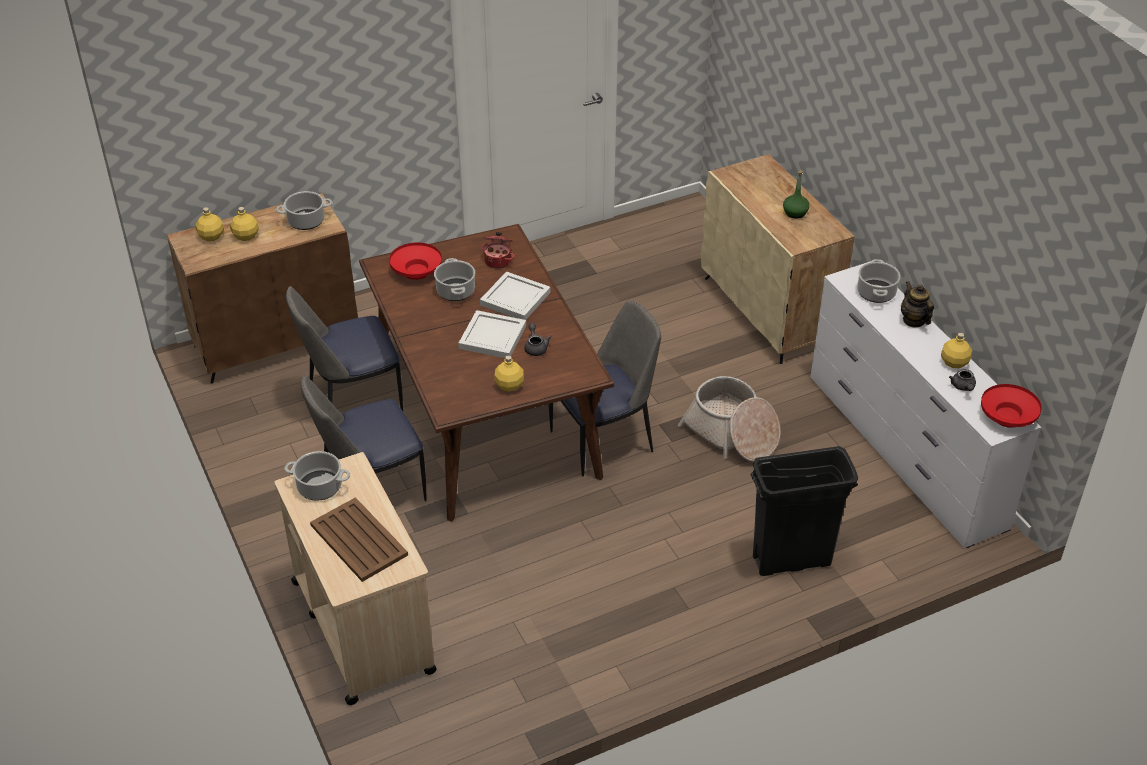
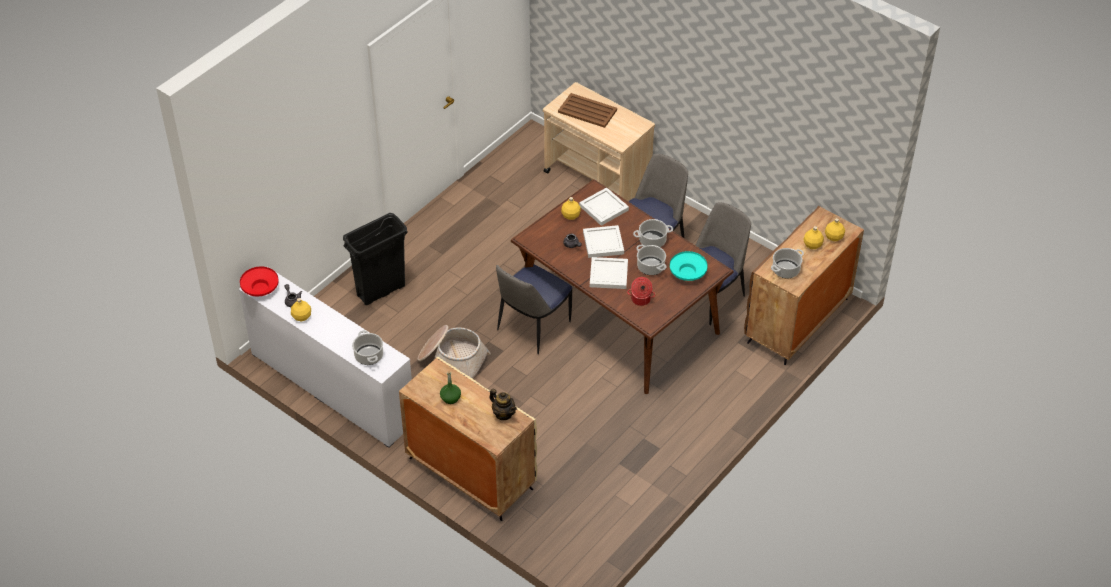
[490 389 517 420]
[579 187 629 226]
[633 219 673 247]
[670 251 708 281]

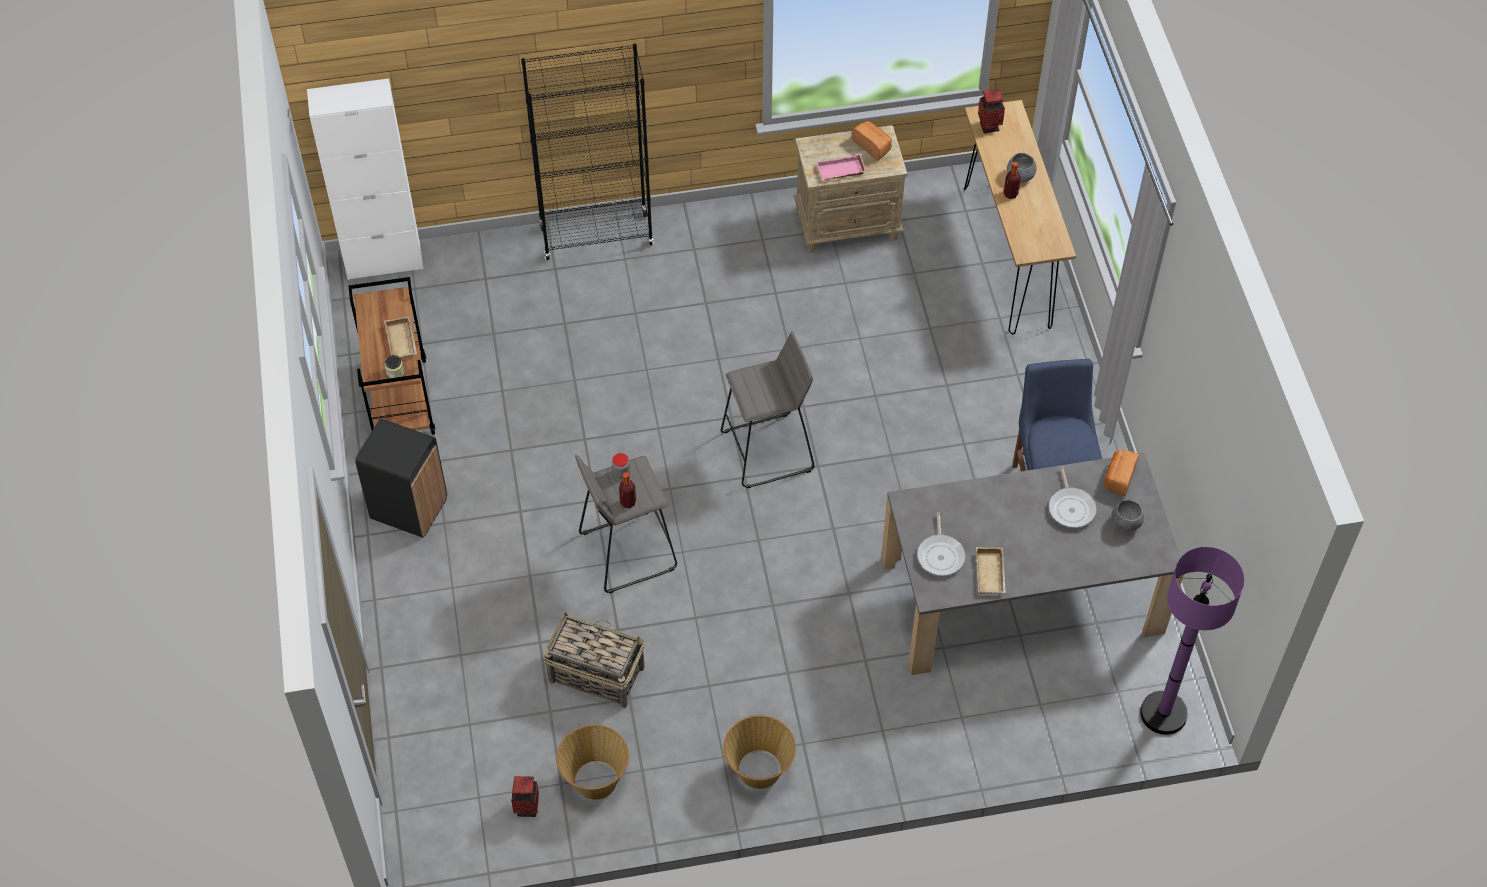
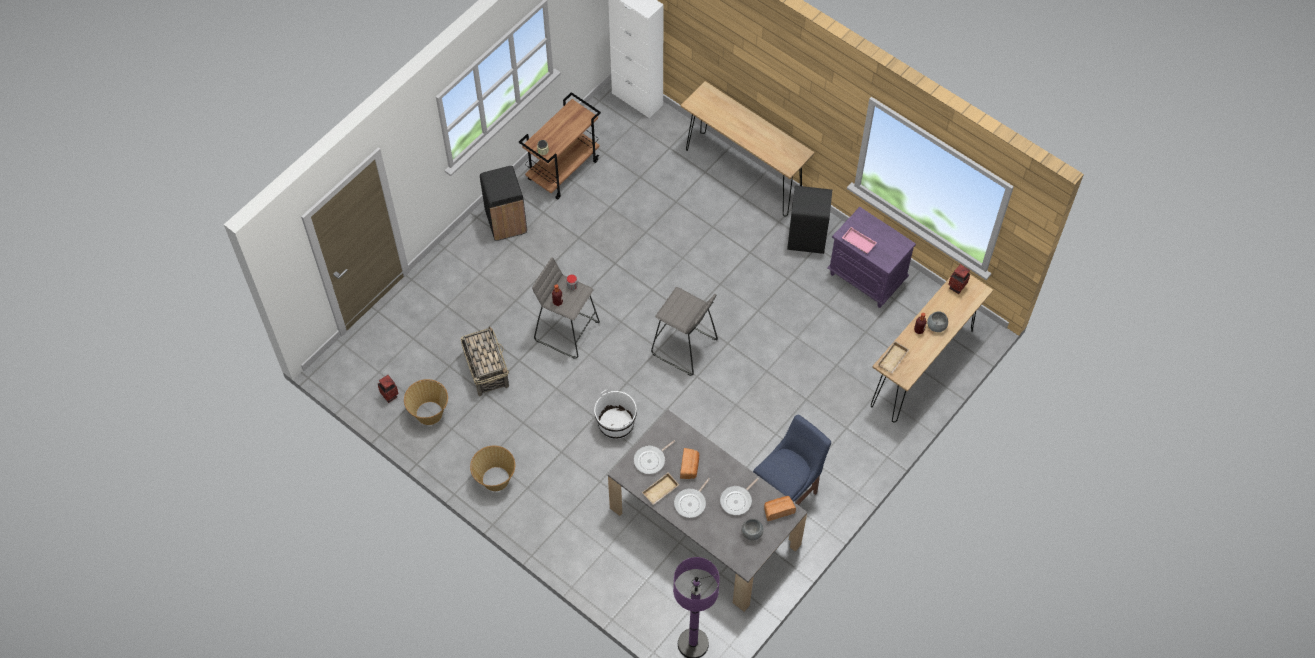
[594 390 637 439]
[674 478 710 518]
[680 448 699 479]
[681 81 815 217]
[787 186 832 254]
[827 207 916 308]
[878 341 909 373]

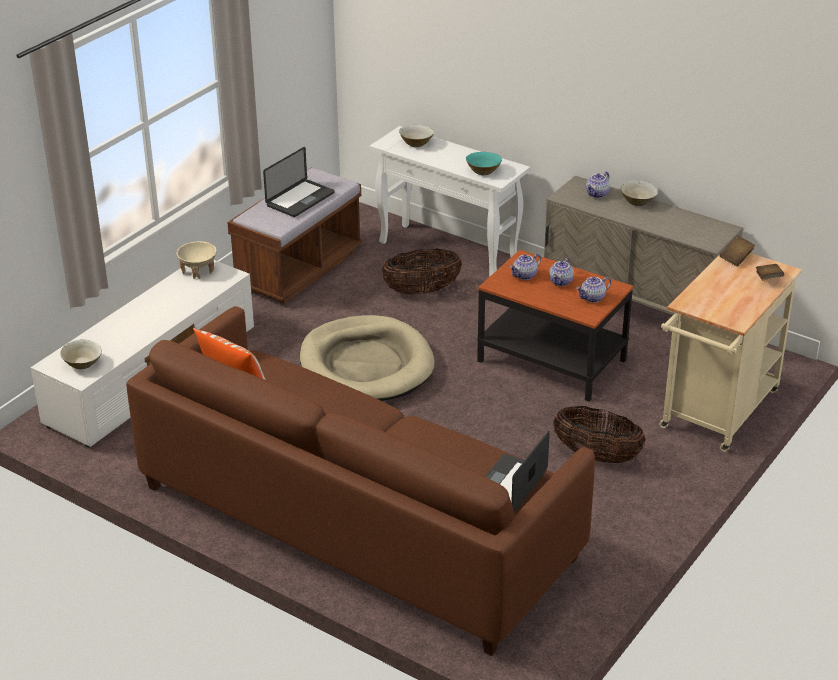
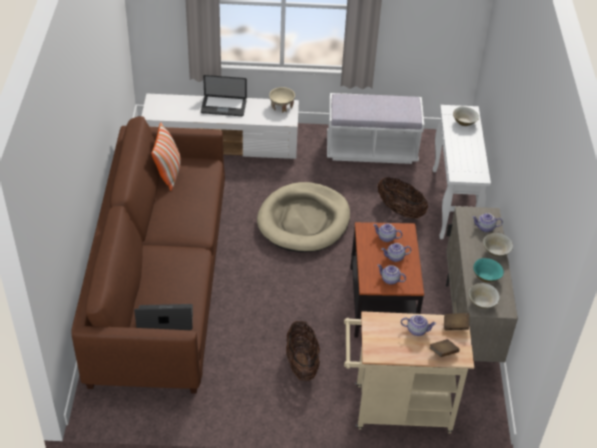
[201 75 247 116]
[327 93 424 164]
[401 315 436 336]
[468 283 500 309]
[473 258 504 283]

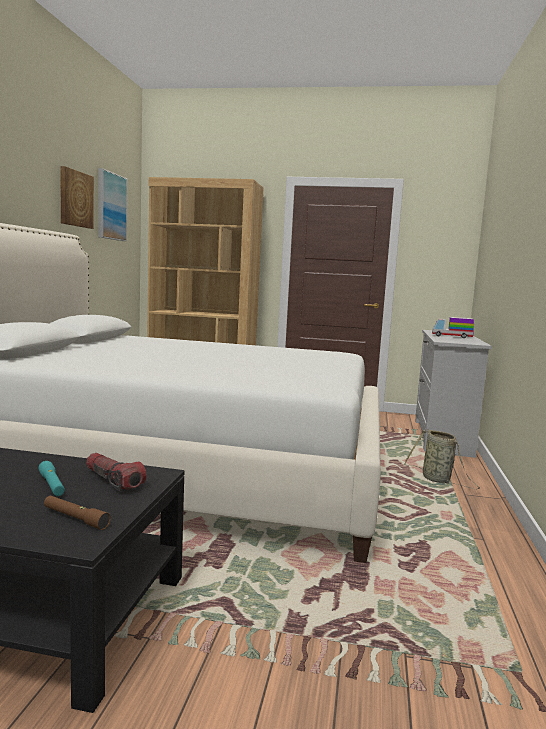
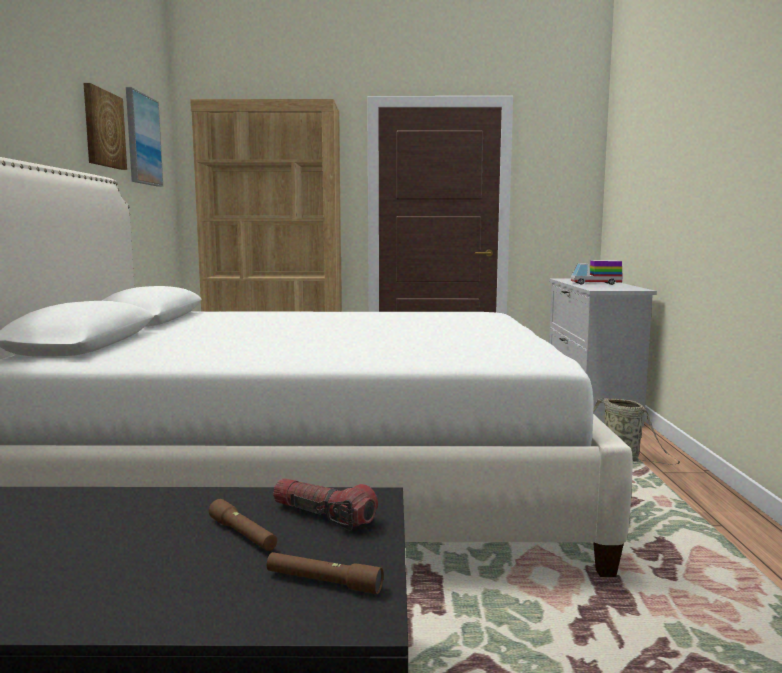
[209 499 277 551]

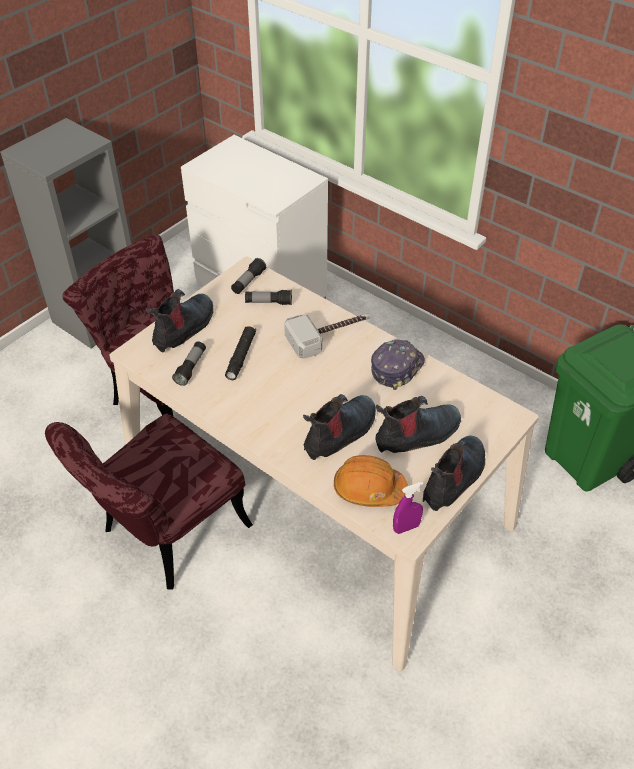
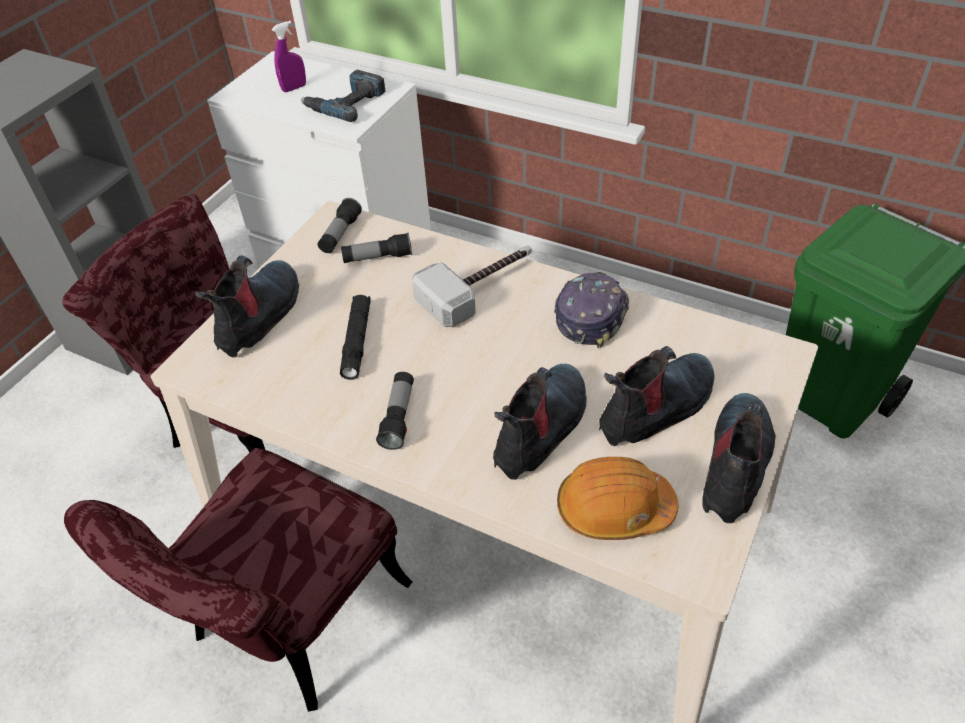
[272 21 306 92]
[300 70 386 122]
[376 372 414 450]

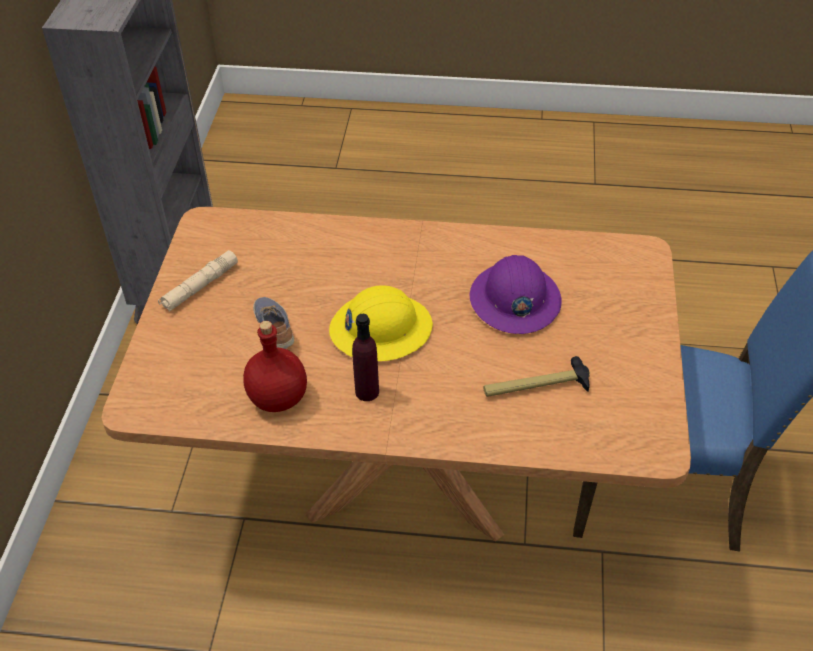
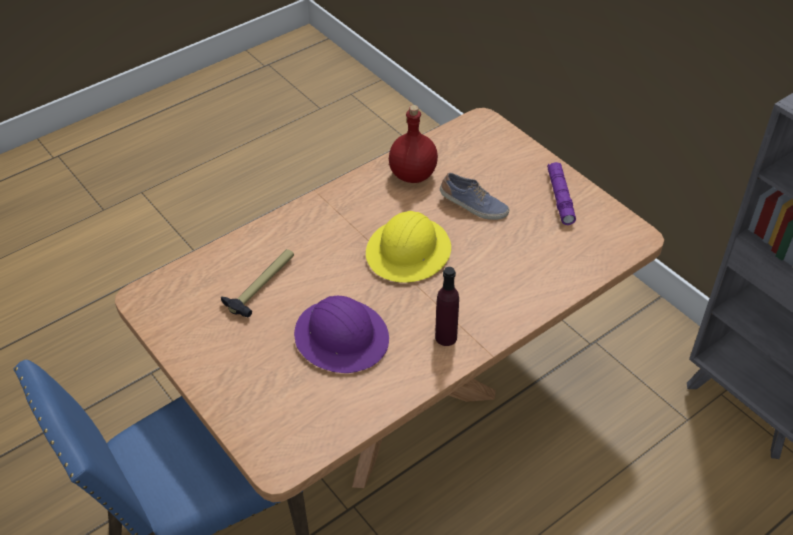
[435 267 459 346]
[547 162 576 225]

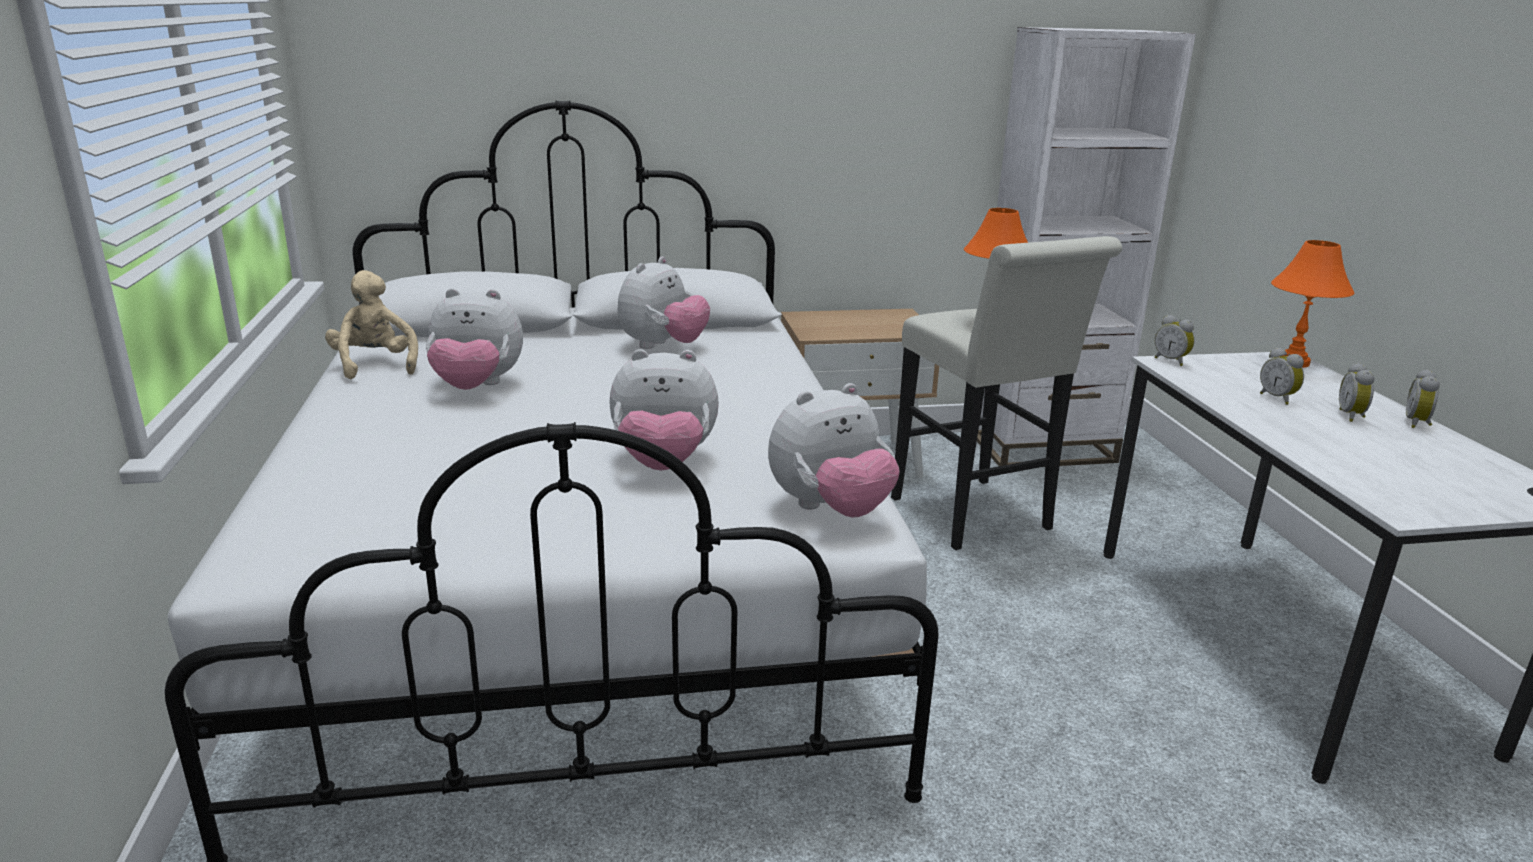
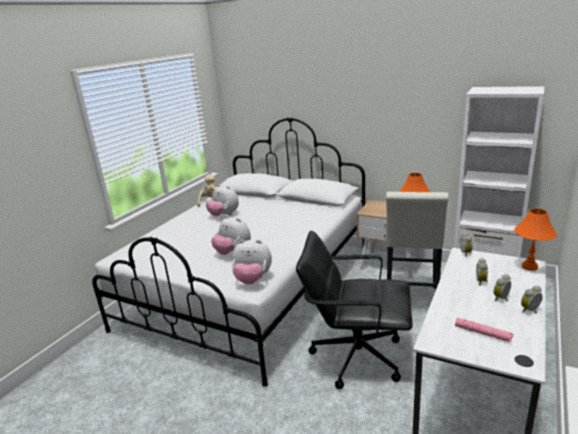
[296 231 413 389]
[455 318 513 342]
[617 256 710 349] (first image)

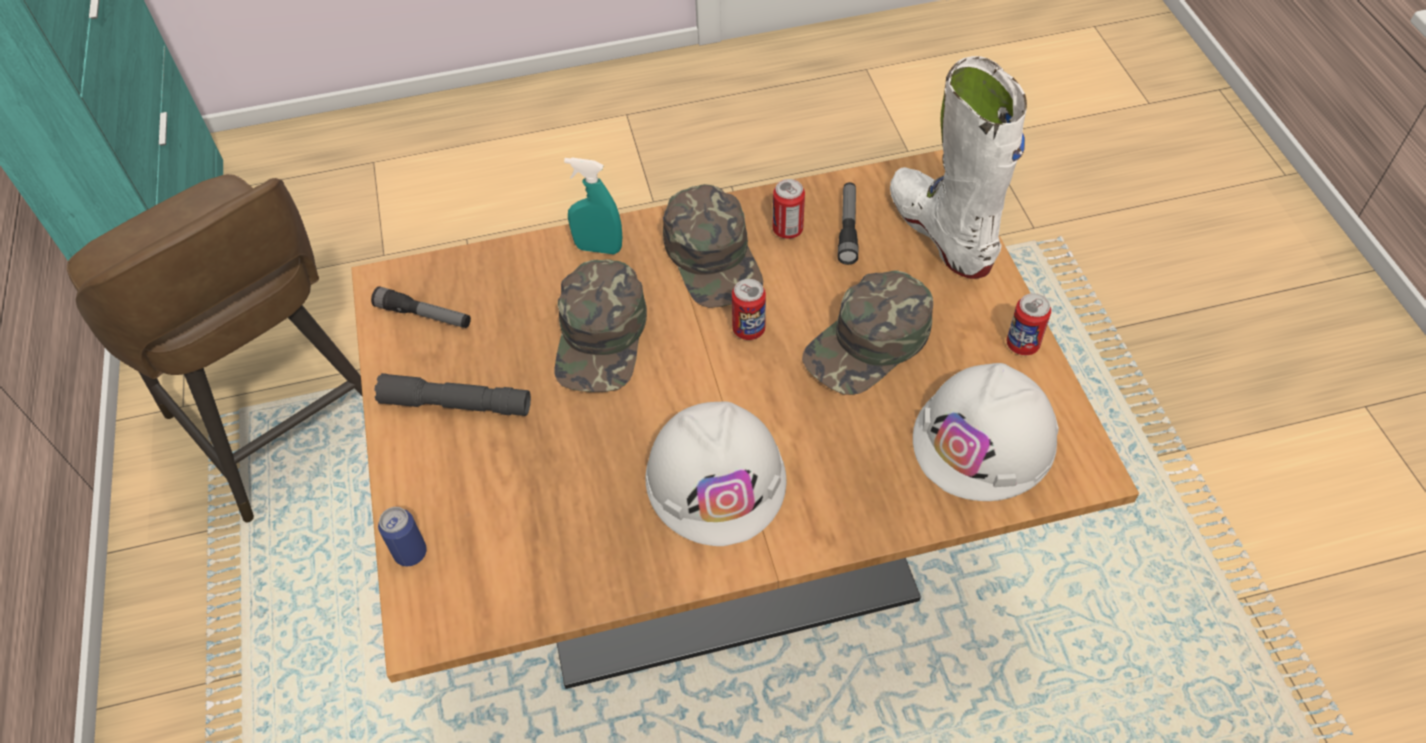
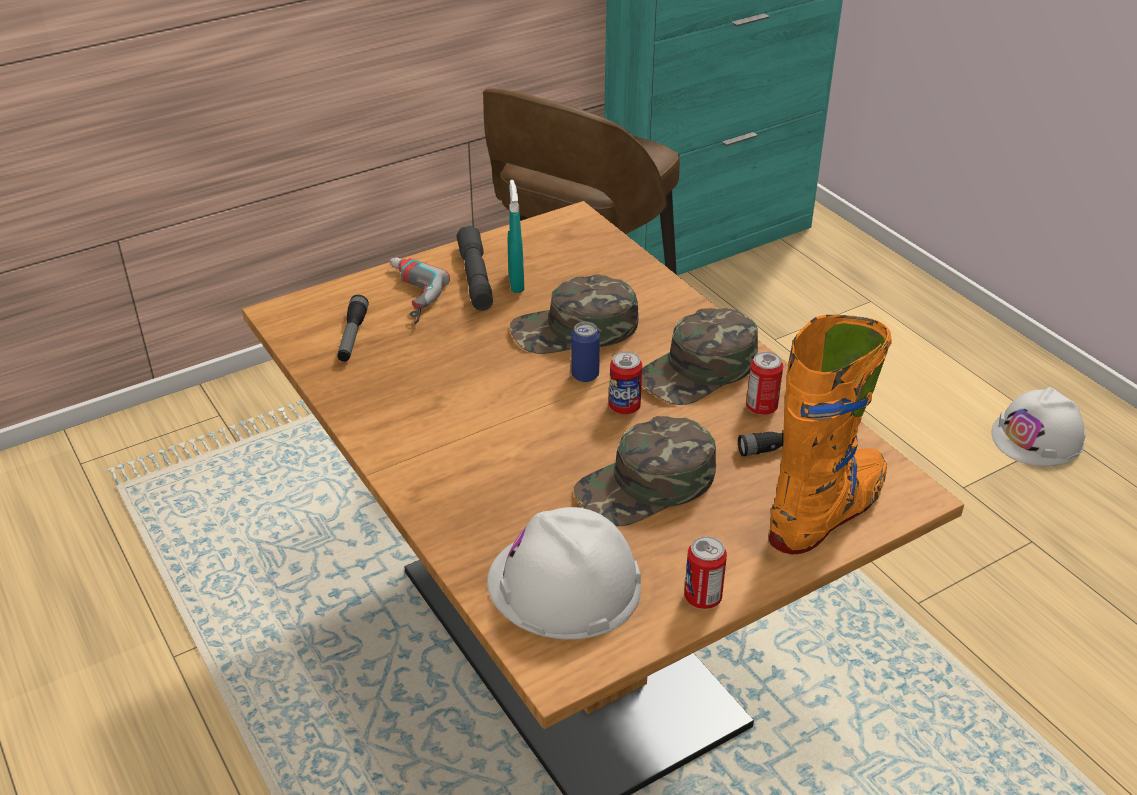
[337 295 369 362]
[389 257 450 324]
[508 180 524 293]
[571 322 600 382]
[573 416 716 526]
[769 315 892 554]
[992 387 1086 466]

